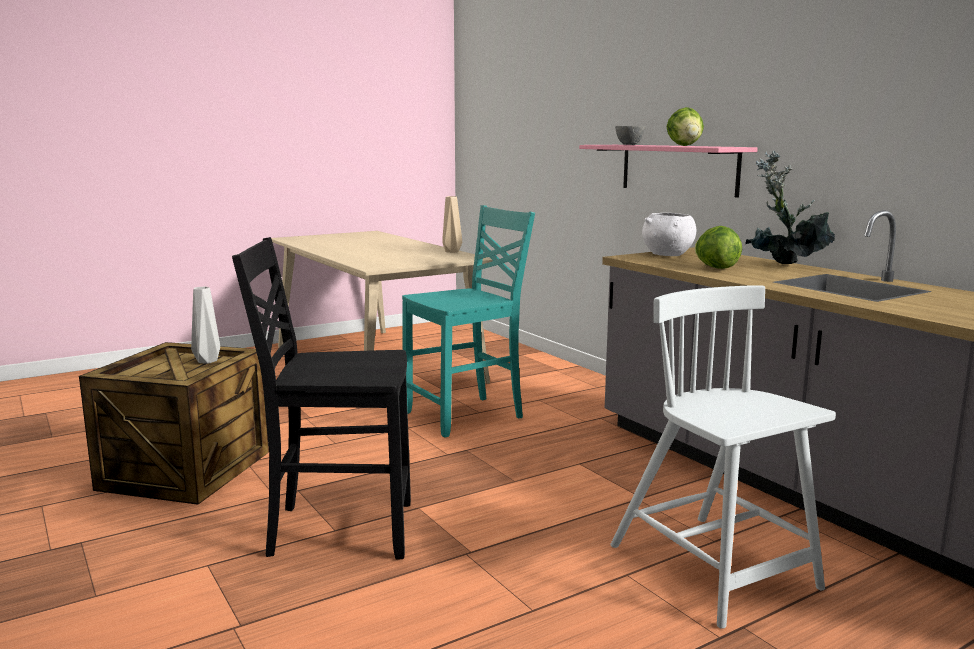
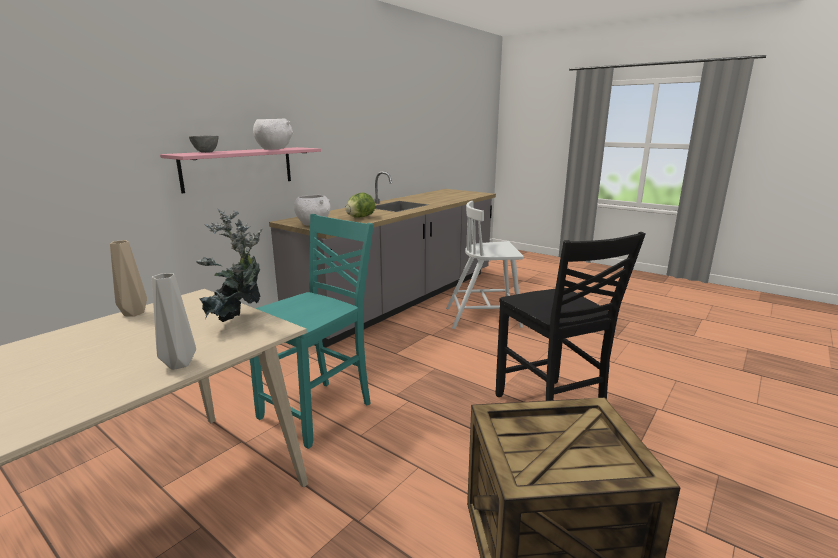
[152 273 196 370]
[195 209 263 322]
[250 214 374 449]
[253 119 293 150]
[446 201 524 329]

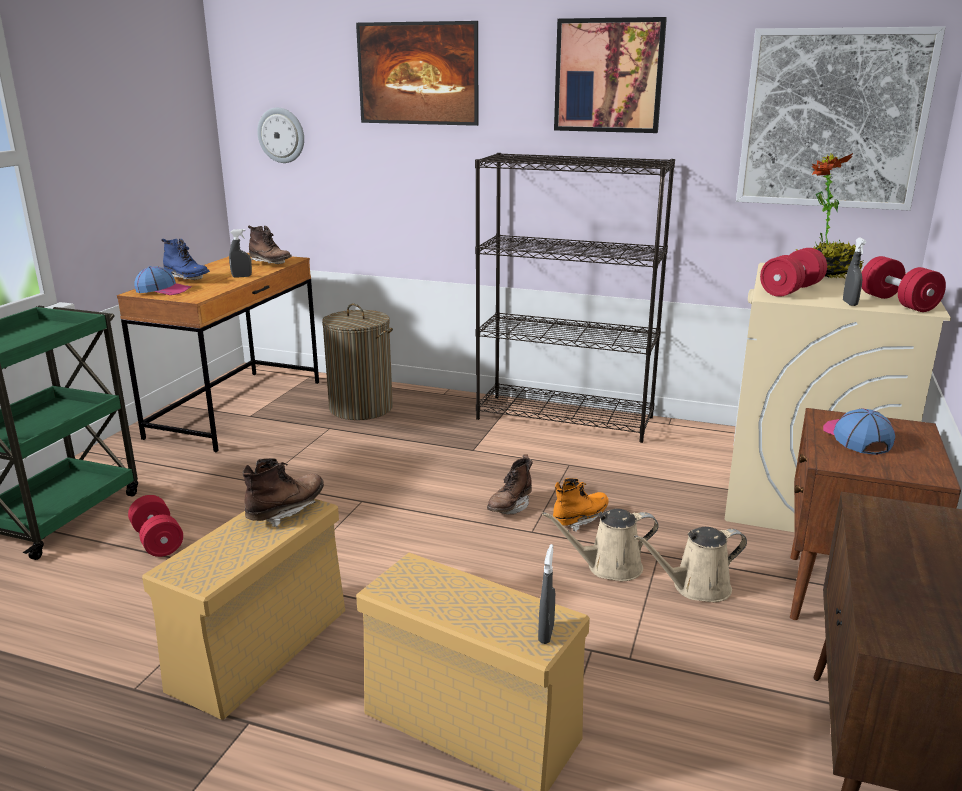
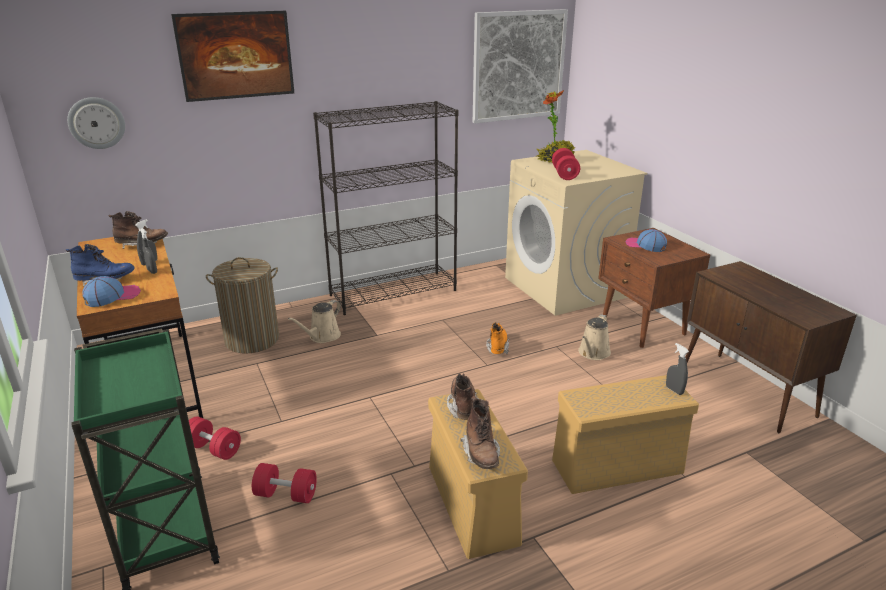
[140 228 157 274]
[189 416 241 460]
[288 300 341 343]
[460 396 500 469]
[554 17 667 133] (first image)

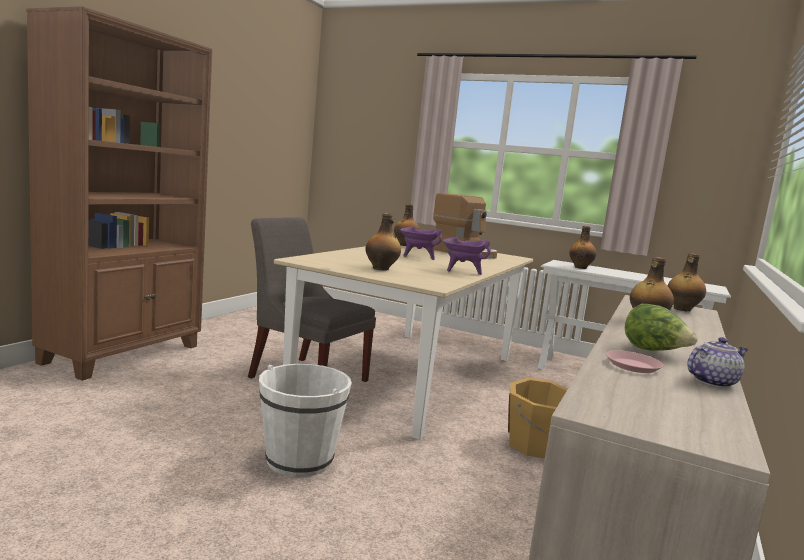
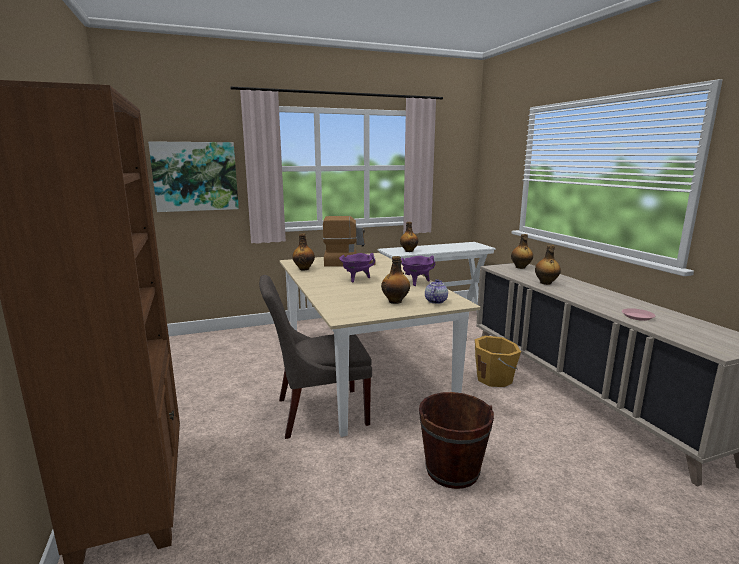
[148 141 239 212]
[419 392 494 489]
[425 279 448 304]
[625 304 698 351] (first image)

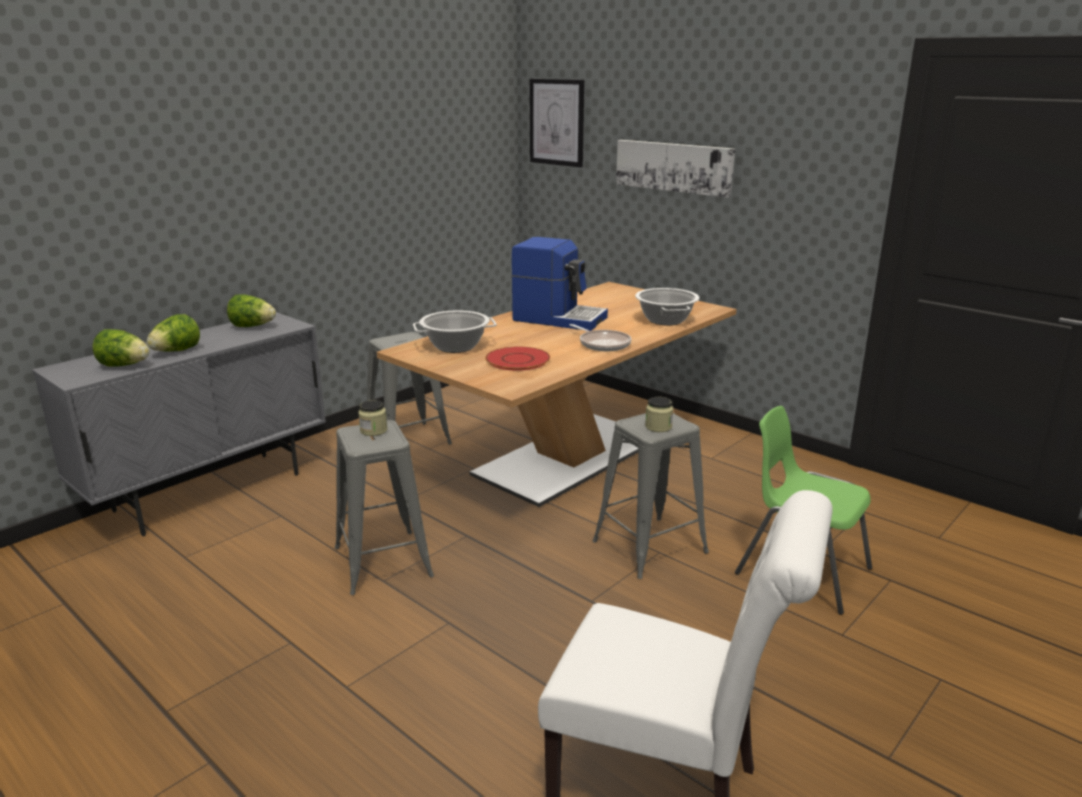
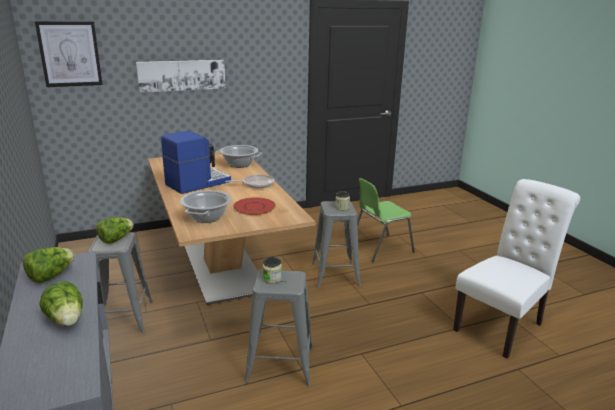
[96 217 134 244]

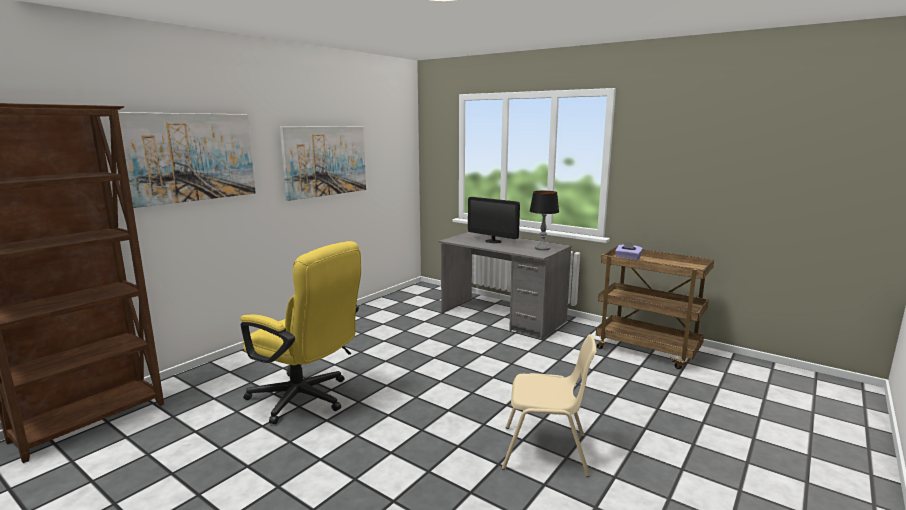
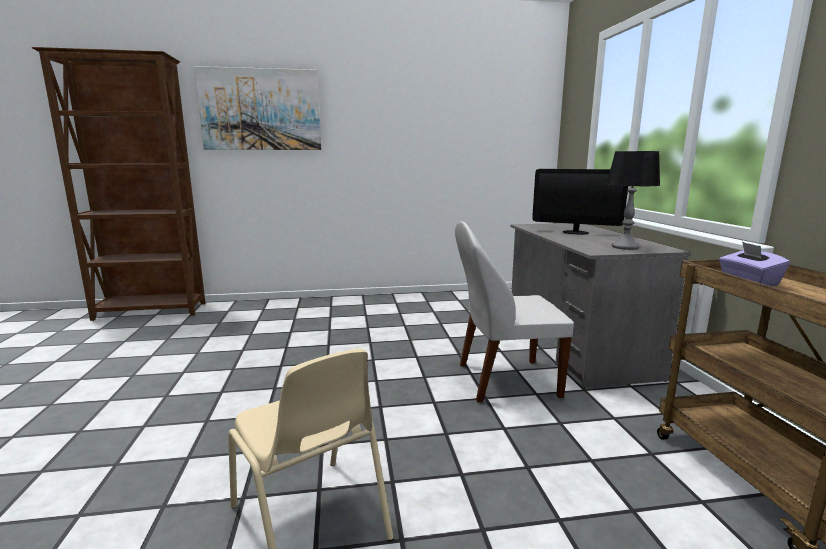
[455 222 574 402]
[533 169 628 235]
[241 241 361 424] (first image)
[280 126 366 201] (first image)

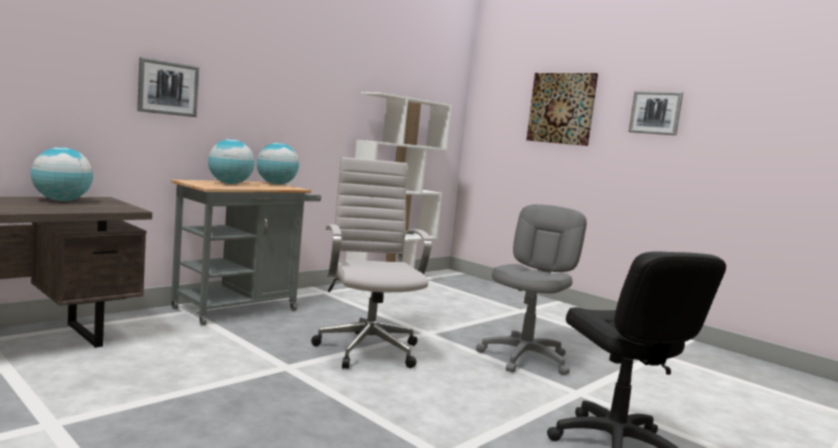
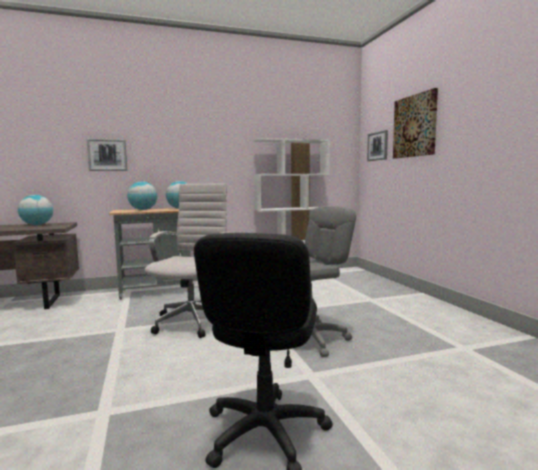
[367 130 388 161]

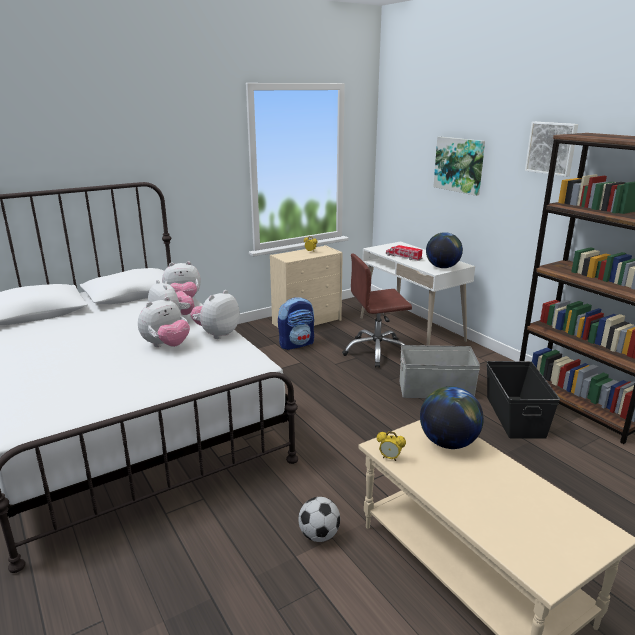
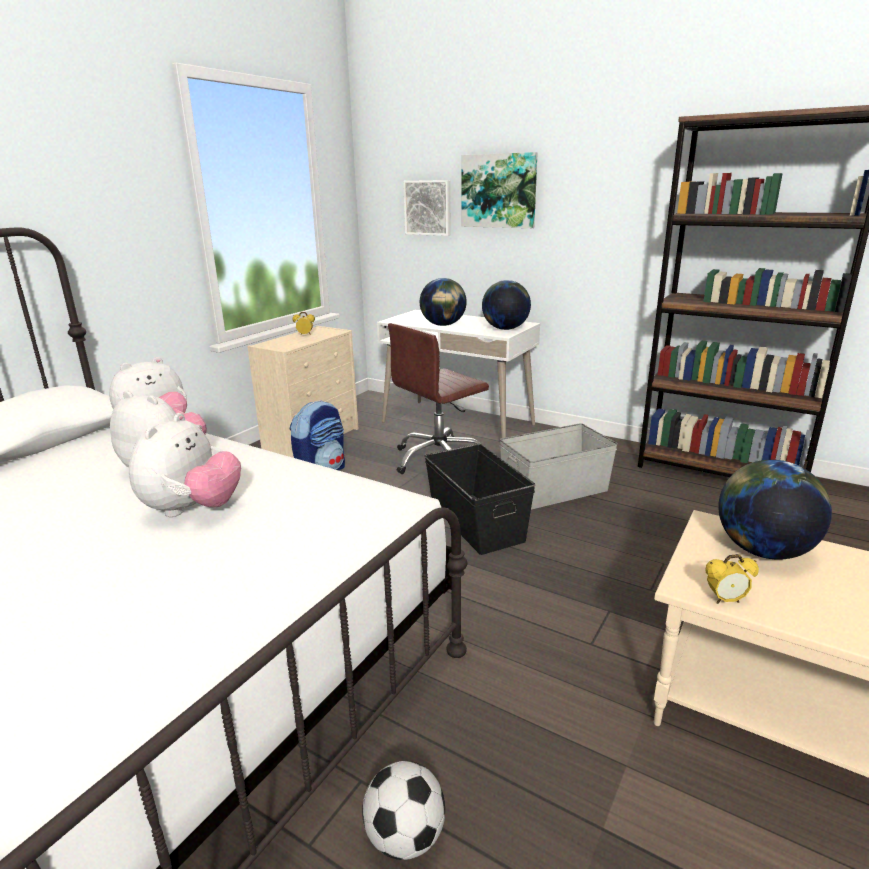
[362 761 445 860]
[403 180 451 236]
[420 278 467 326]
[424 444 535 555]
[190 290 240 339] (first image)

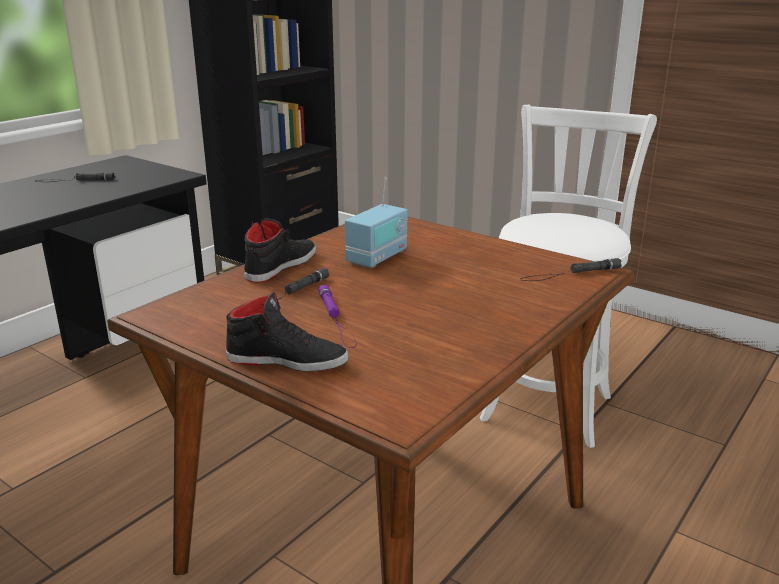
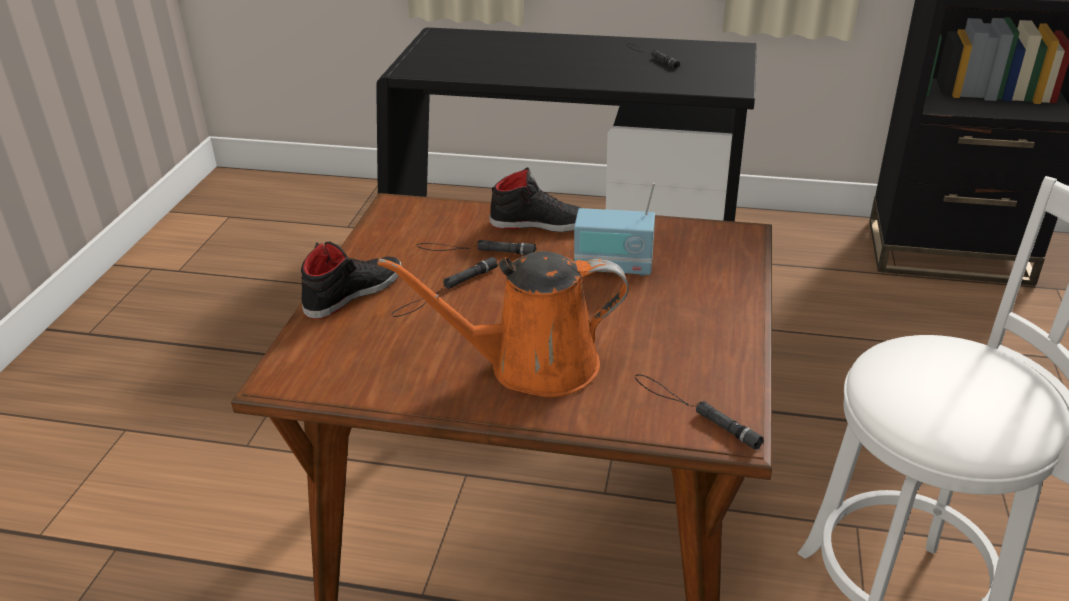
[301 242 402 319]
[377 251 629 397]
[391 257 498 317]

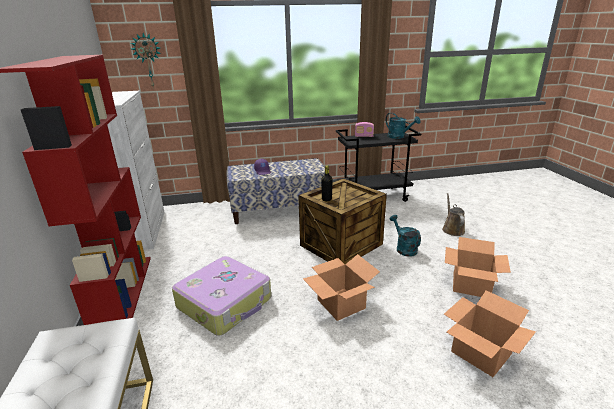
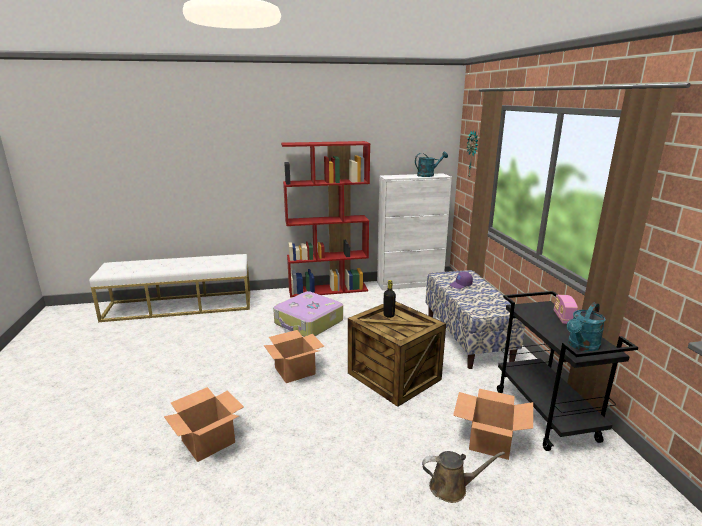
[415 152 448 177]
[453 389 533 460]

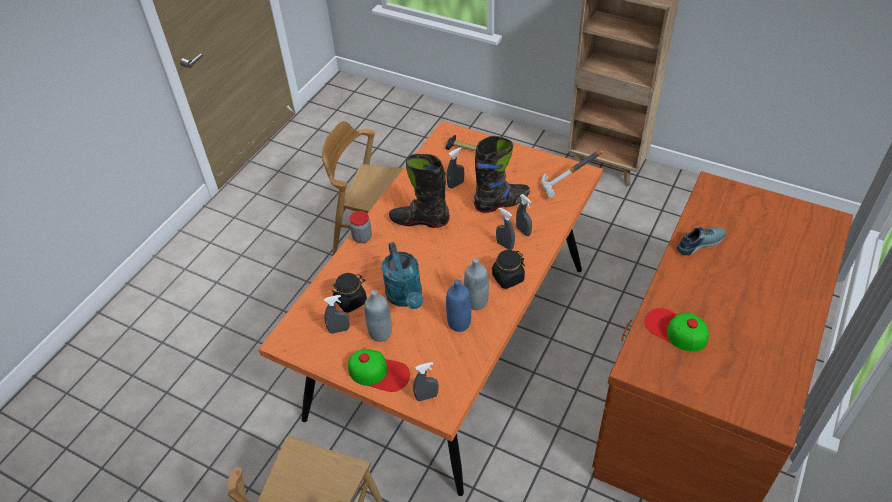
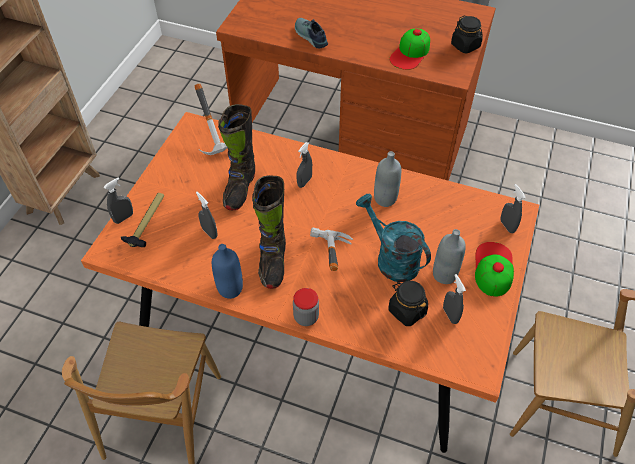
[104 177 133 224]
[212 244 243 299]
[218 104 255 210]
[310 227 353 271]
[356 194 431 282]
[451 15 483 54]

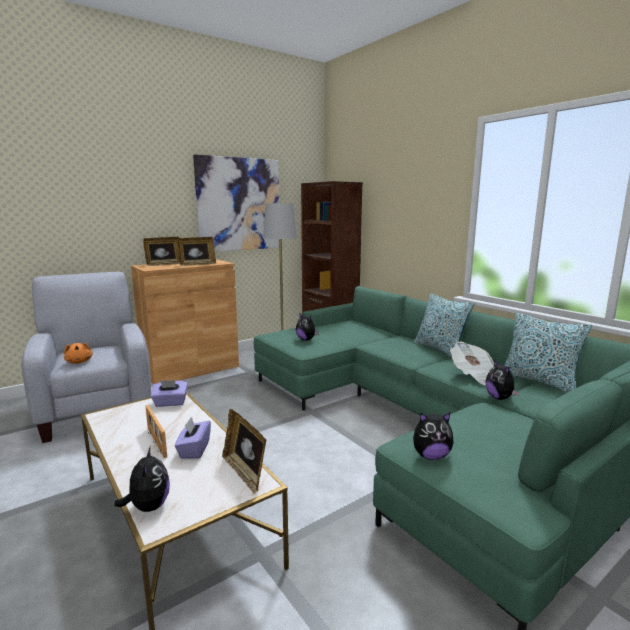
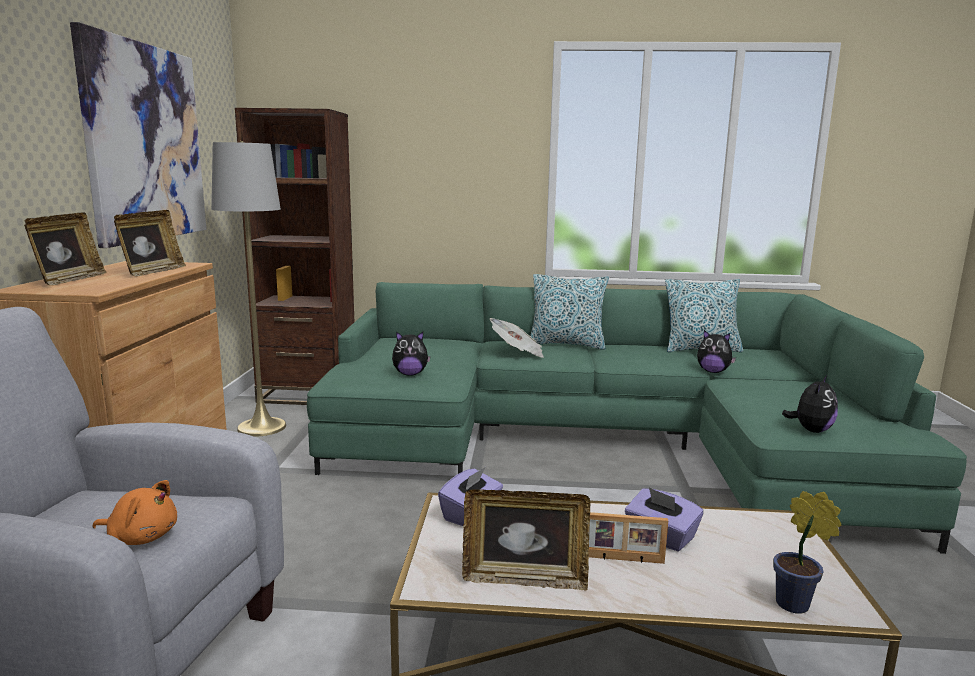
[462 489 591 591]
[490 318 544 358]
[773 491 842 614]

